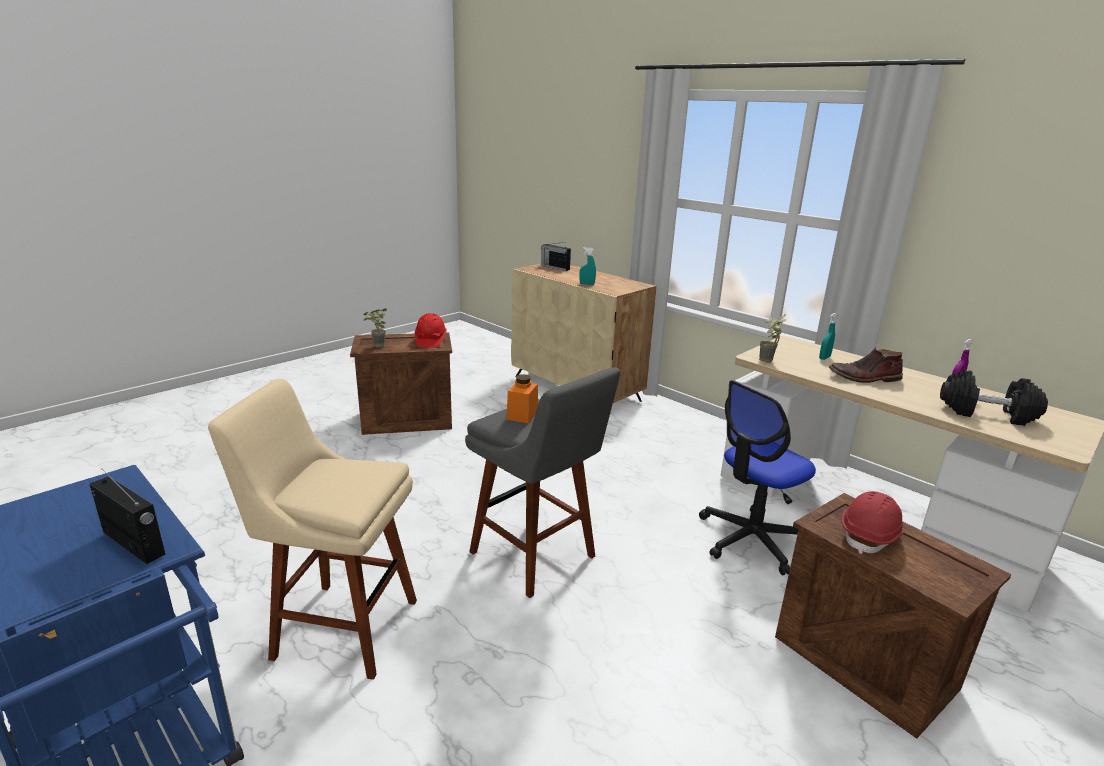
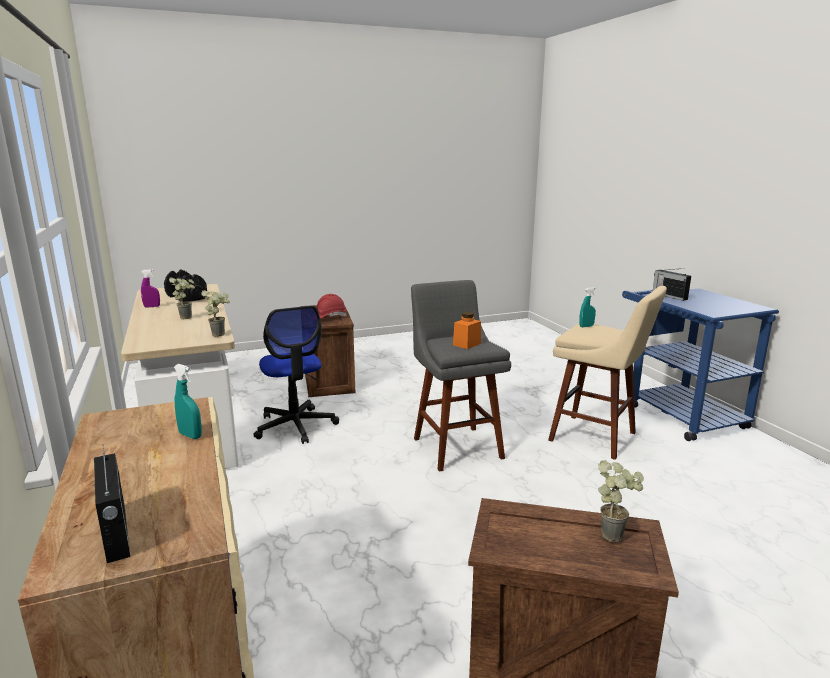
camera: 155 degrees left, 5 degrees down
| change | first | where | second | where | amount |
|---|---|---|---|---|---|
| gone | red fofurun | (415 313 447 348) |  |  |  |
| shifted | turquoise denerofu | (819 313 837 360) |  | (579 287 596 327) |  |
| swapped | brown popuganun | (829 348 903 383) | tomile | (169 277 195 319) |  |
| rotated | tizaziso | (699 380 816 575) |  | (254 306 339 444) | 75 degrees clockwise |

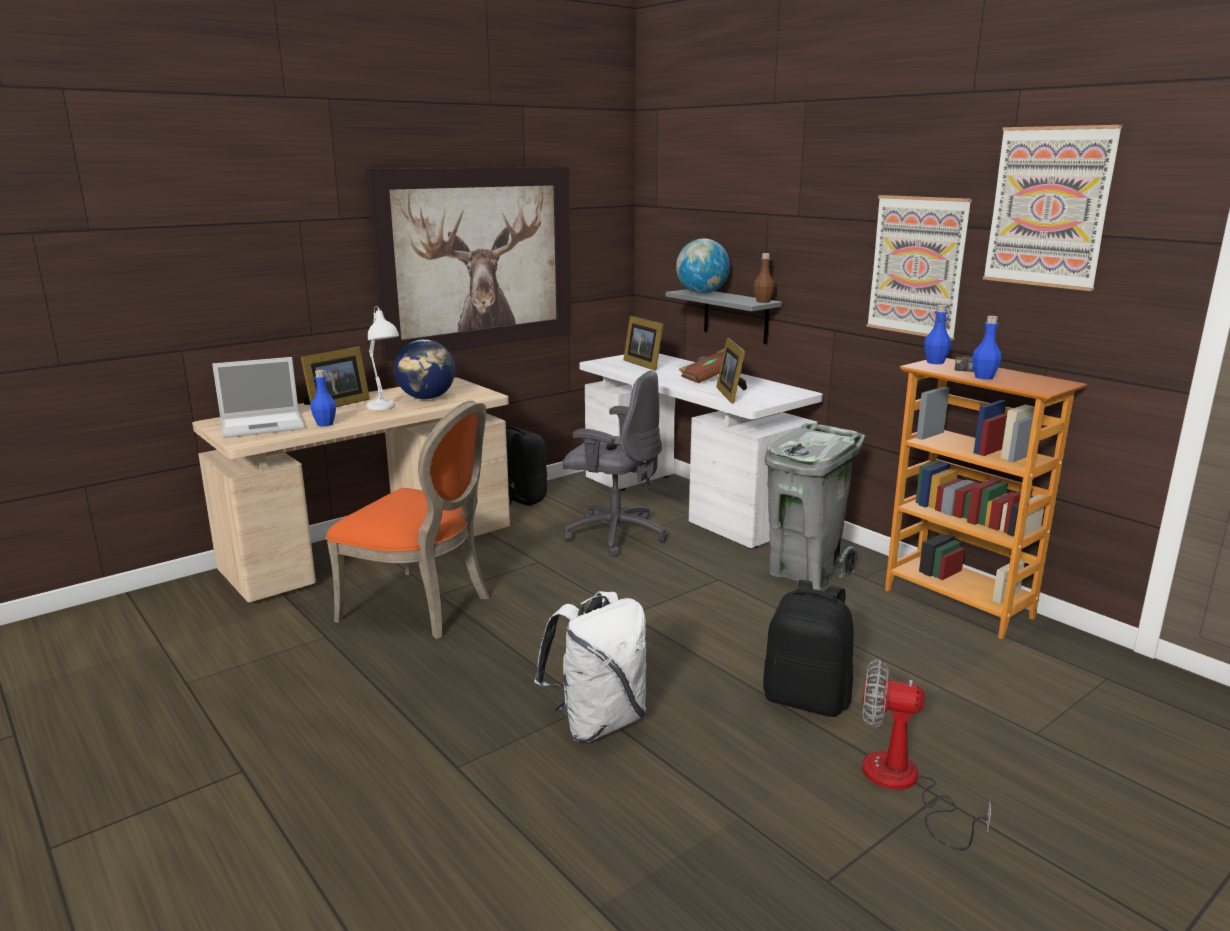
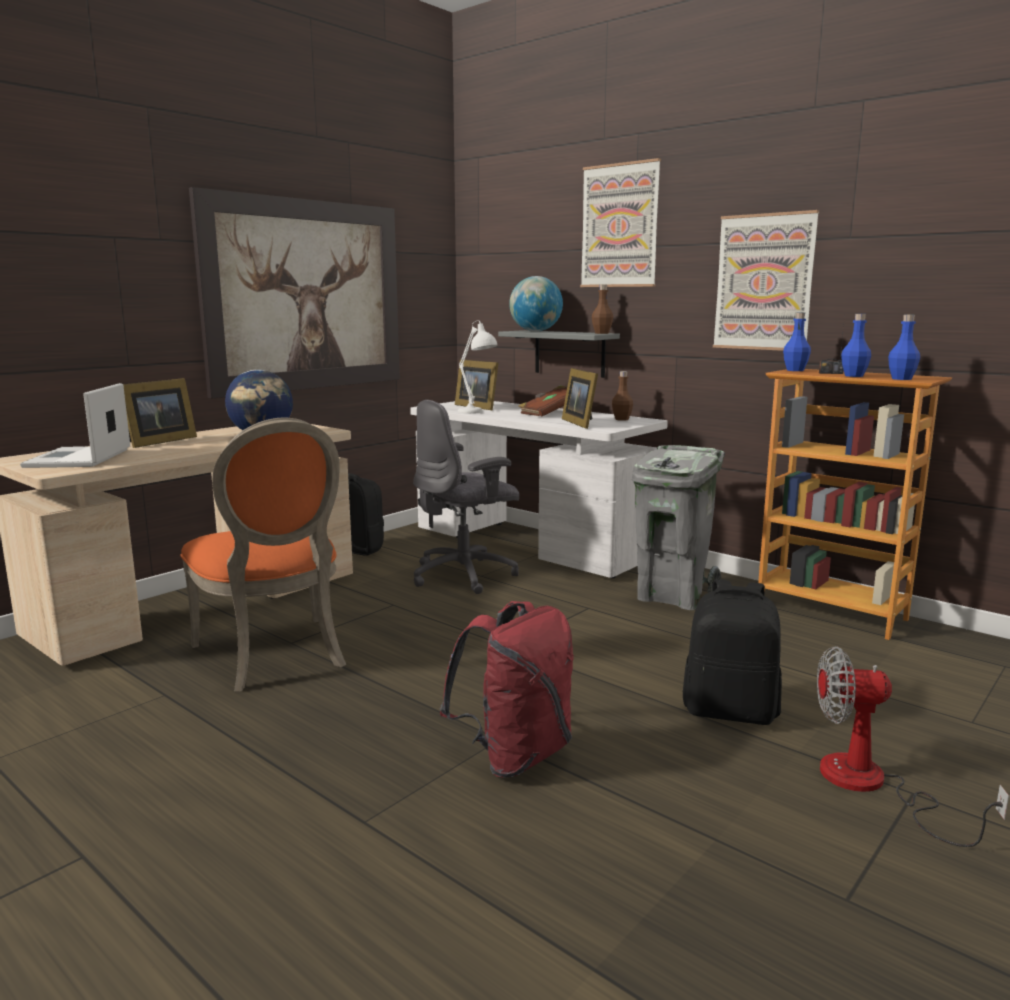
camera: 10 degrees left, 5 degrees down
| change | first | where | second | where | amount |
|---|---|---|---|---|---|
| shifted | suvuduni | (983 125 1123 291) |  | (580 158 661 287) |  |
| shifted | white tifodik | (366 306 399 410) |  | (458 320 497 414) |  |
| rotated | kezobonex | (212 357 305 438) |  | (20 383 130 468) | 120 degrees clockwise |
| shifted | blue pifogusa | (311 370 336 427) |  | (888 314 920 380) |  |
| rotated | grey tizaziso | (562 370 667 557) |  | (413 400 519 594) | 135 degrees clockwise |
| rotated | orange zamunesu | (326 400 489 639) |  | (180 417 346 692) | 45 degrees clockwise |
| repainted | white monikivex | (534 591 646 742) | red monikivex | (439 601 574 778) |  |
| new |  |  | brown pifogusa | (612 371 633 421) |  |

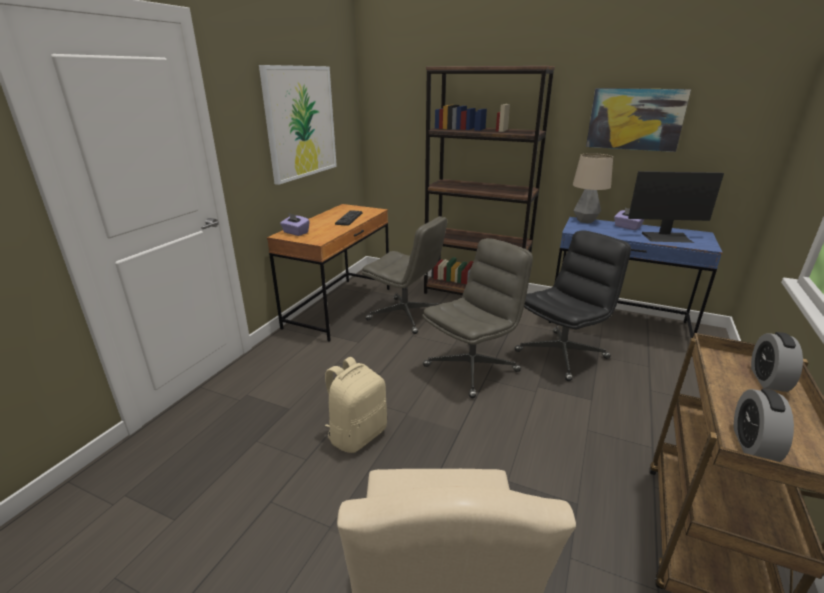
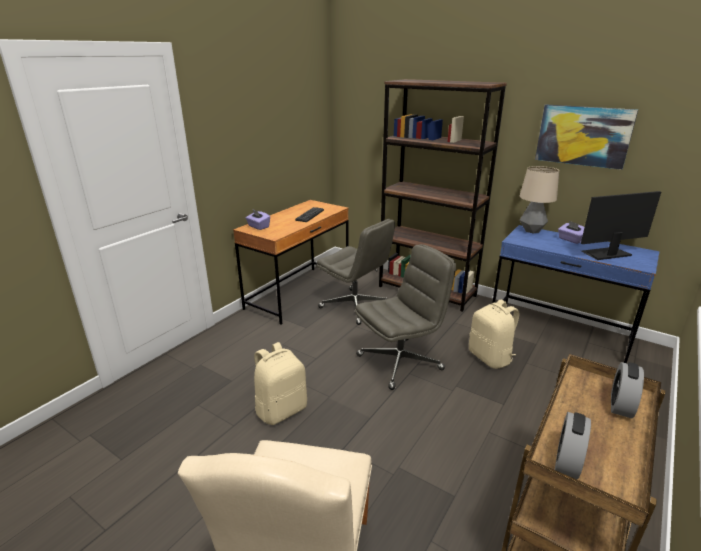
camera: 10 degrees right, 0 degrees up
| change | first | where | second | where | amount |
|---|---|---|---|---|---|
| gone | suvuduni | (259 65 337 185) |  |  |  |
| rotated | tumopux | (628 171 724 243) |  | (581 191 661 260) | 150 degrees clockwise |
| swapped | black tizaziso | (515 231 631 381) | beige monikivex | (469 300 520 369) |  |

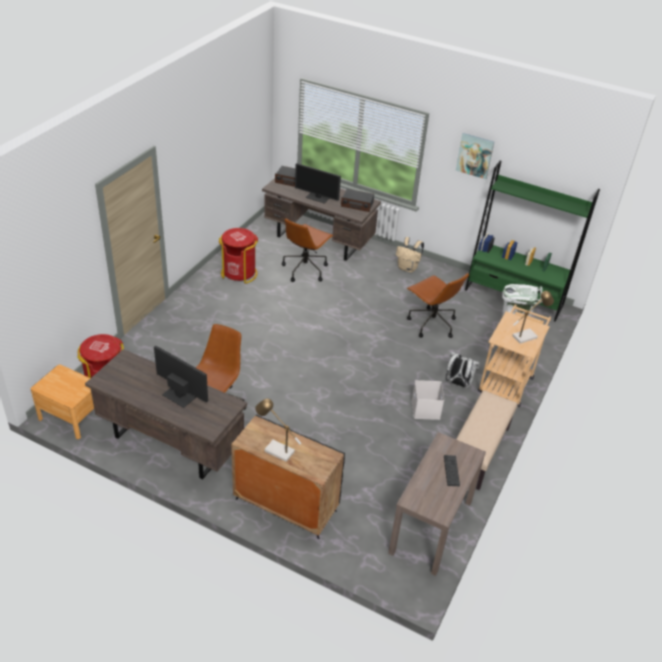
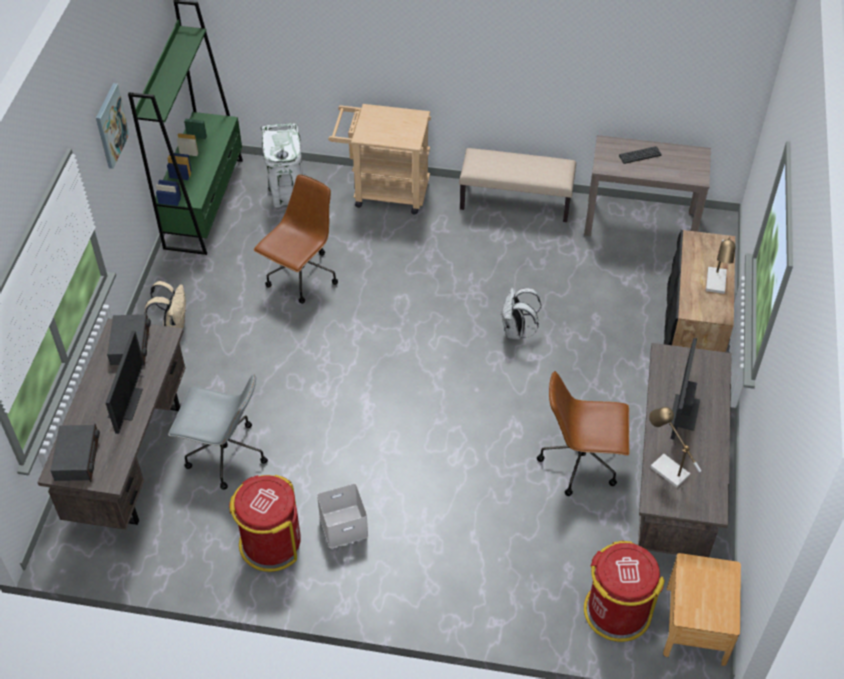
camera: 105 degrees left, 10 degrees up
| change | first | where | second | where | amount |
|---|---|---|---|---|---|
| repainted | brown tizaziso | (282 218 333 282) | grey tizaziso | (168 374 268 490) |  |
| shifted | tifodik | (512 291 554 344) |  | (649 407 702 488) |  |
| shifted | white monikivex | (446 352 480 388) |  | (501 287 541 340) |  |
| shifted | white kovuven | (412 380 444 420) |  | (317 483 369 548) |  |

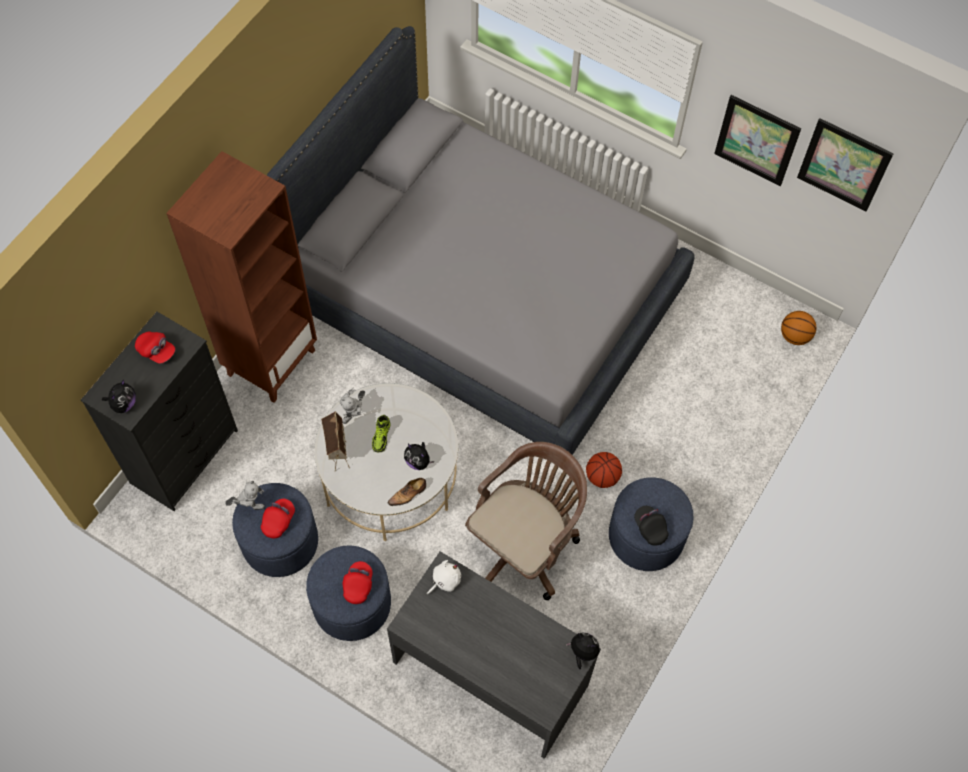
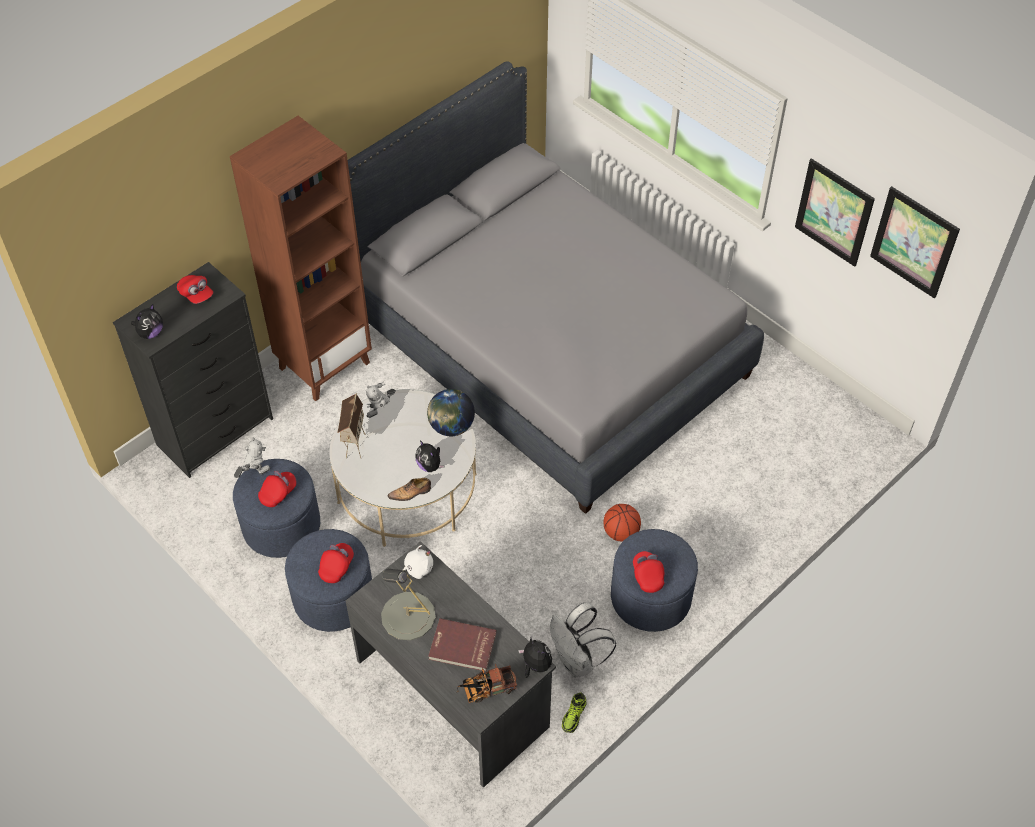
camera: 15 degrees right, 10 degrees down
| change | first | where | second | where | amount |
|---|---|---|---|---|---|
| gone | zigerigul | (781 311 816 345) |  |  |  |
| shifted | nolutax | (372 415 391 452) |  | (562 693 587 733) |  |
| gone | brown tizaziso | (465 442 587 600) |  |  |  |
| rotated | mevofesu | (225 481 265 510) |  | (234 438 270 478) | 45 degrees counterclockwise |
| repainted | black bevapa | (634 506 669 546) | red bevapa | (633 551 665 593) |  |
| new |  |  | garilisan | (427 389 475 436) |  |
| new |  |  | grey tifodik | (381 569 435 640) |  |
| new |  |  | white monikivex | (550 603 616 677) |  |
| new |  |  | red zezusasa | (428 618 497 672) |  |
| new |  |  | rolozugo | (457 663 517 703) |  |

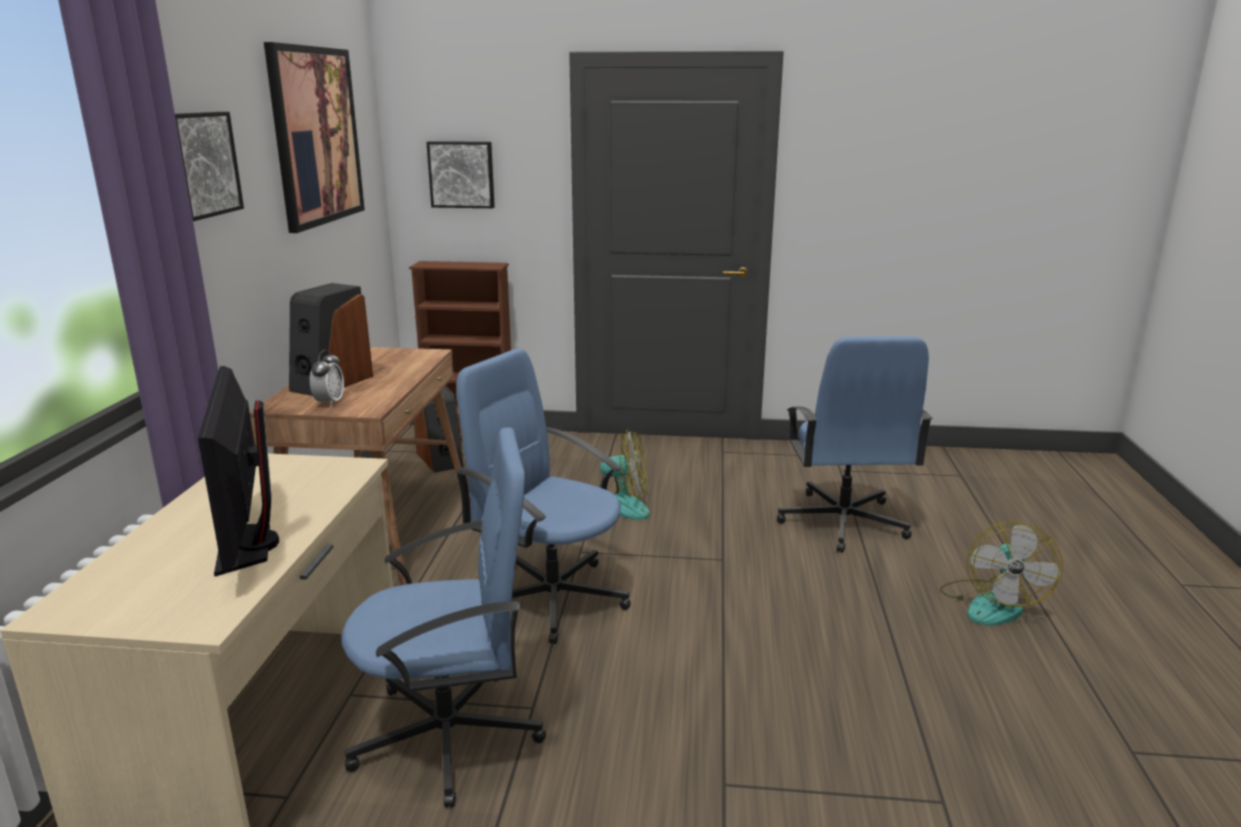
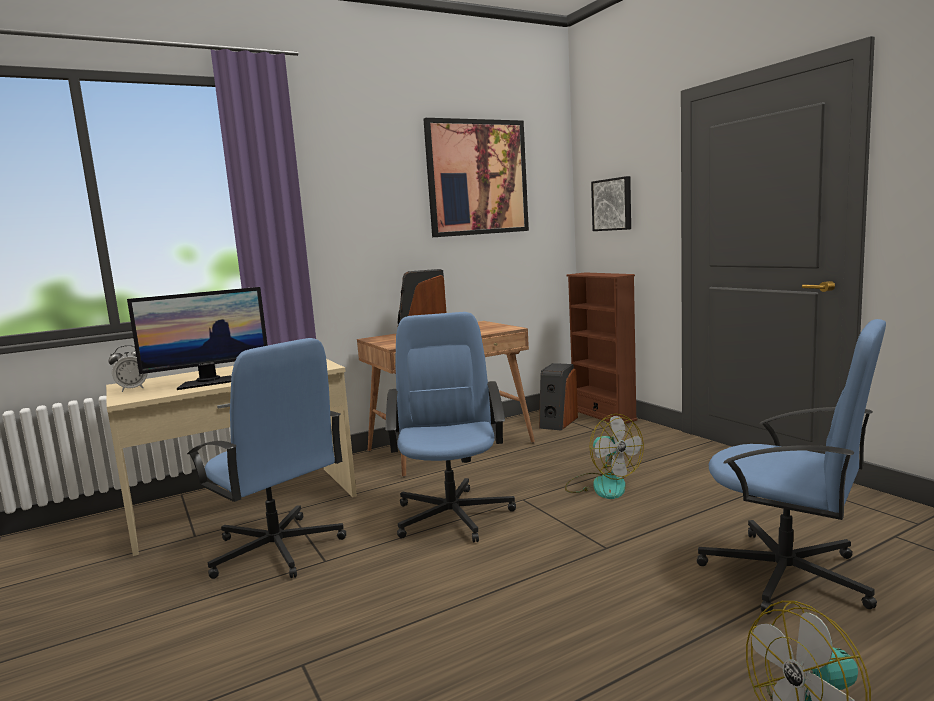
camera: 55 degrees right, 10 degrees down
| change | first | where | second | where | amount |
|---|---|---|---|---|---|
| gone | suvuduni | (175 112 244 221) |  |  |  |
| rotated | blue tizaziso | (777 336 933 553) |  | (697 319 886 615) | 105 degrees counterclockwise |
| shifted | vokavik | (310 350 344 407) |  | (108 345 148 392) |  |
| rotated | tumopux | (198 366 279 576) |  | (127 287 268 390) | 150 degrees counterclockwise |

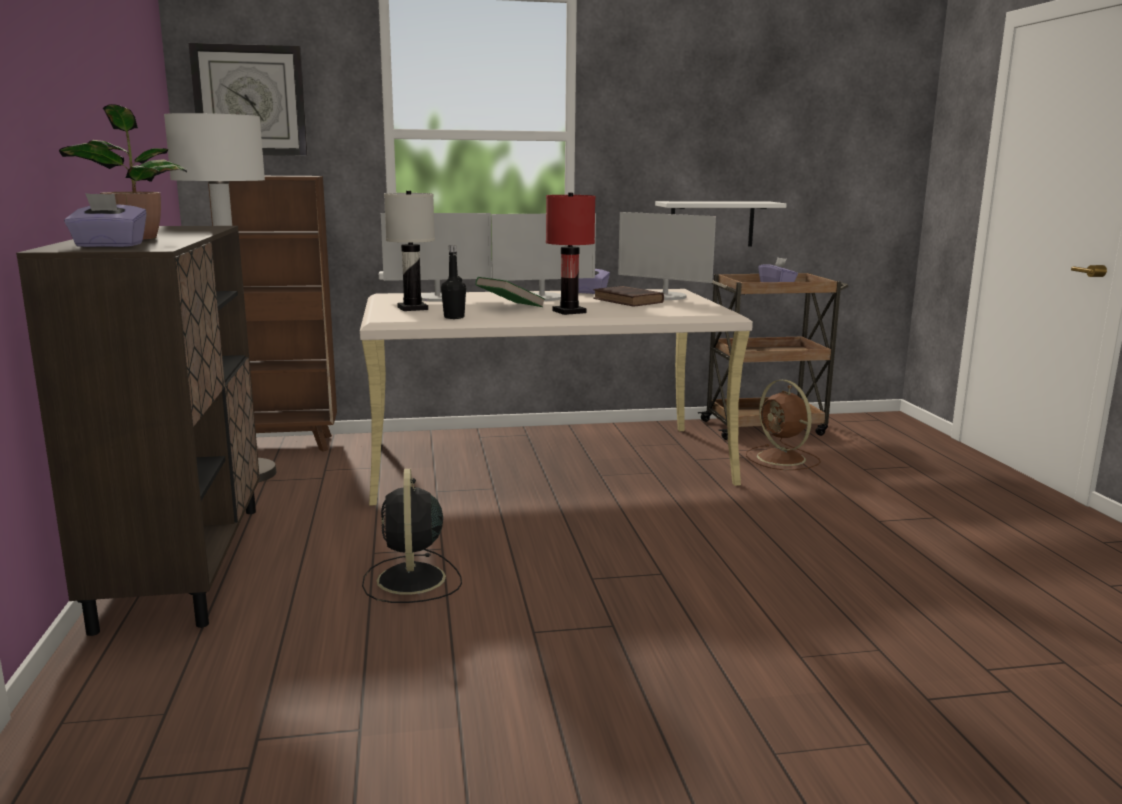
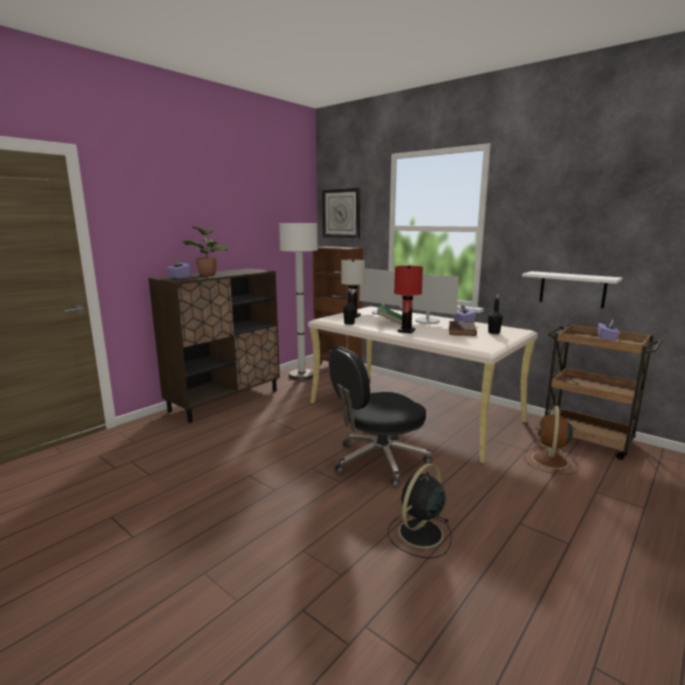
camera: 50 degrees right, 0 degrees up
| change | first | where | second | where | amount |
|---|---|---|---|---|---|
| swapped | tumopux | (618 212 716 300) | black pifogusa | (488 294 503 334) |  |
| shifted | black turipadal | (362 469 462 603) |  | (388 463 451 558) |  |
| new |  |  | black tizaziso | (329 346 432 488) |  |

